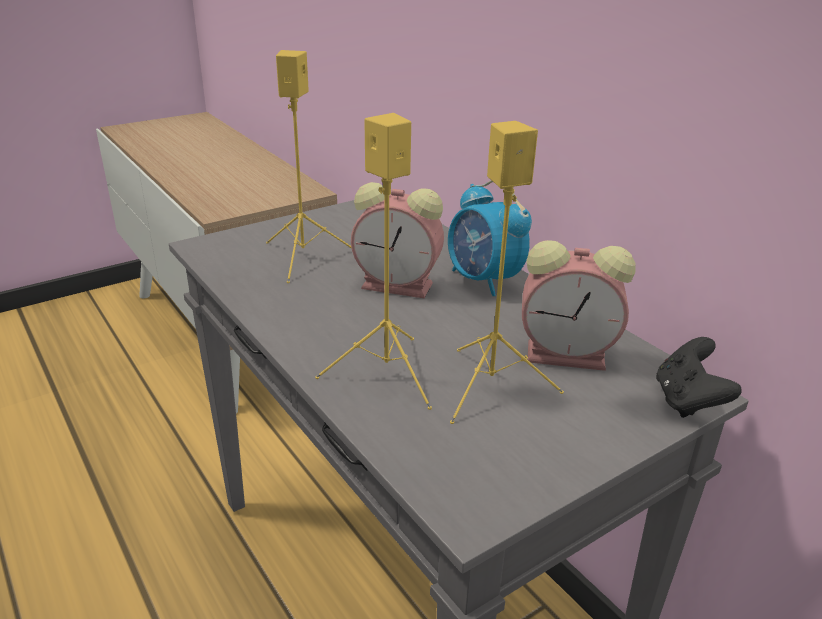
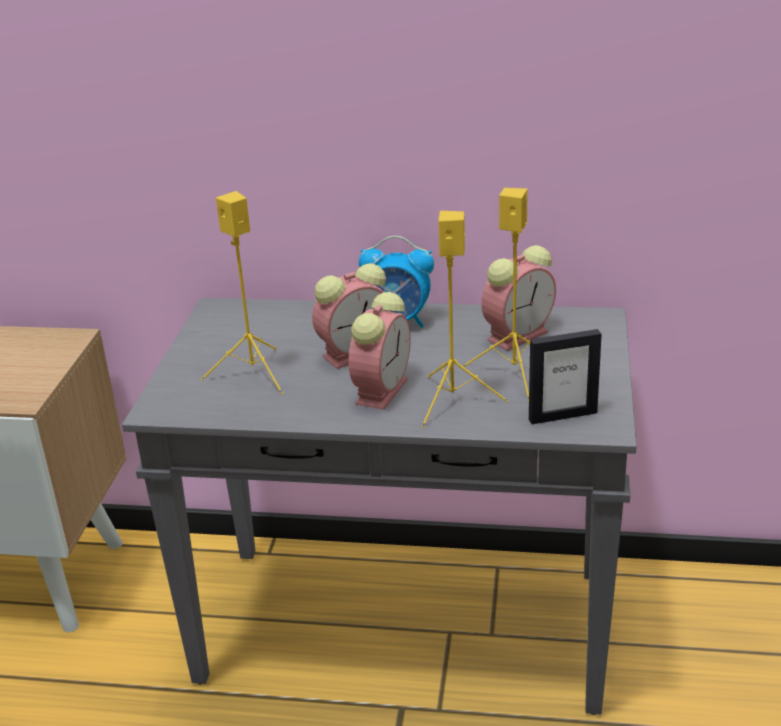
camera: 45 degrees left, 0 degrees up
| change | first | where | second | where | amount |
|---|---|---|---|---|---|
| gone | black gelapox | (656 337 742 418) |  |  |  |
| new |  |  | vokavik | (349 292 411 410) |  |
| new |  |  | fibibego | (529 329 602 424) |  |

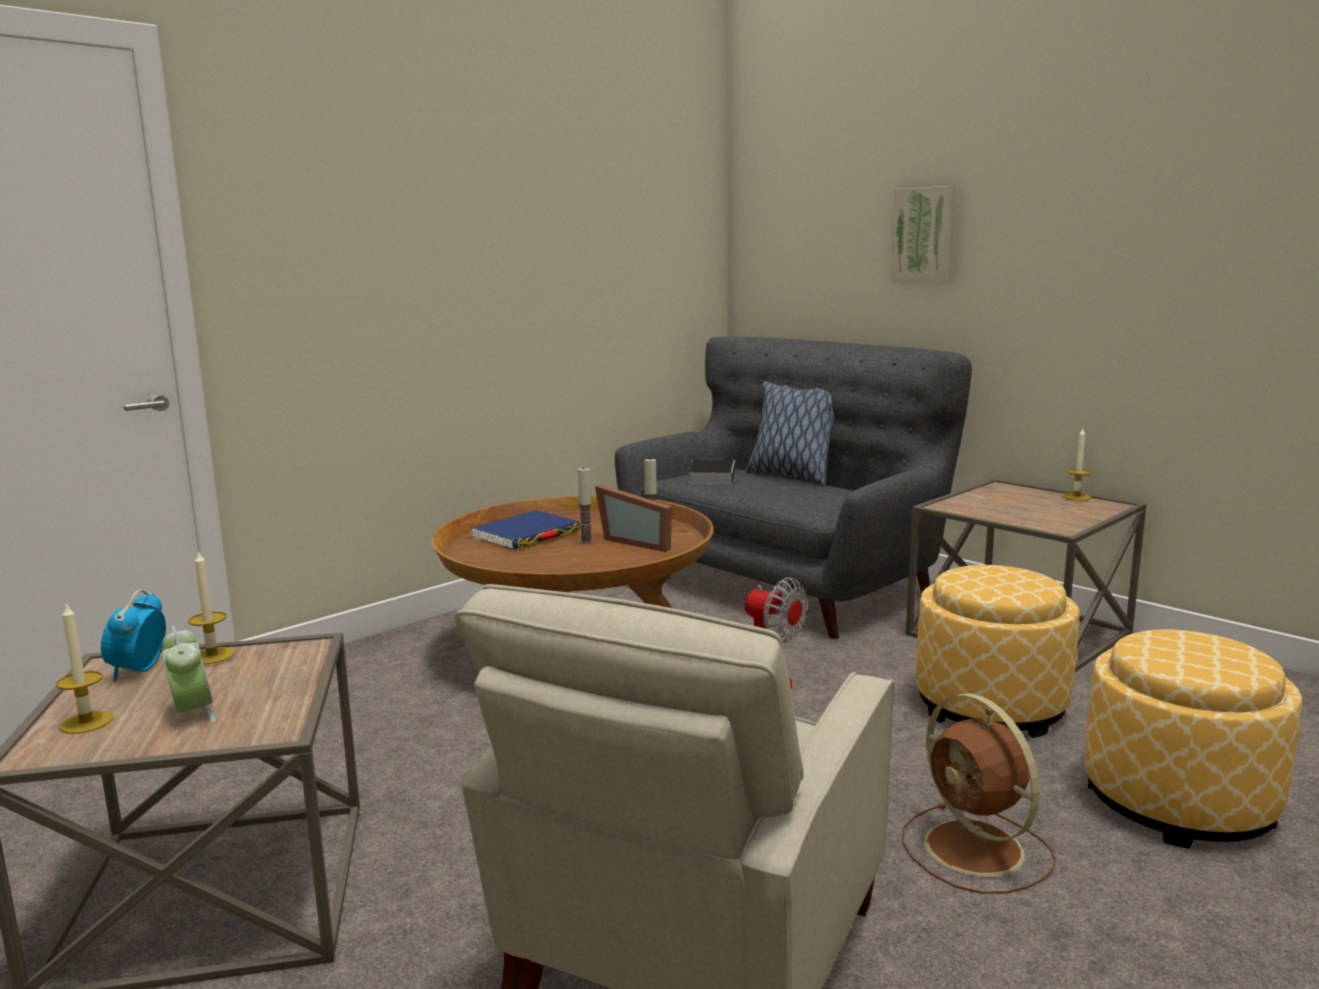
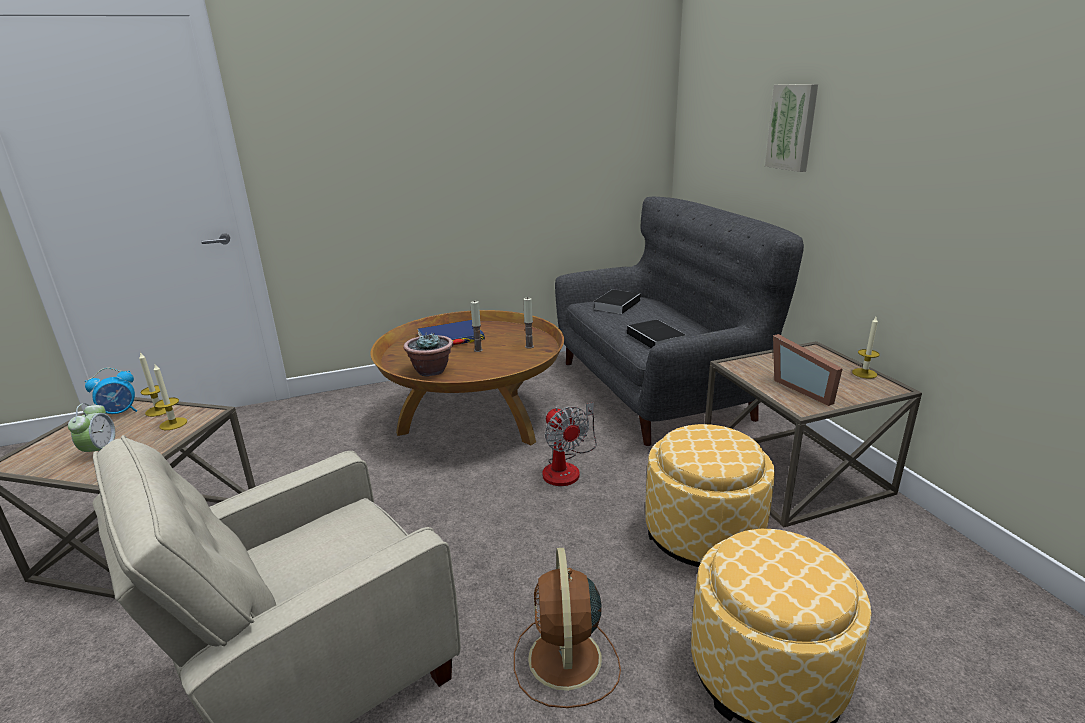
camera: 25 degrees right, 10 degrees up
| change | first | where | second | where | amount |
|---|---|---|---|---|---|
| gone | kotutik | (746 381 834 485) |  |  |  |
| shifted | fibibego | (595 484 672 552) |  | (773 334 843 406) |  |
| rotated | vokavik | (101 590 166 681) |  | (85 368 137 414) | 150 degrees counterclockwise |
| shifted | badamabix | (56 603 113 734) |  | (154 364 187 430) |  |
| new |  |  | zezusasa | (627 320 686 348) |  |
| new |  |  | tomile | (403 332 453 377) |  |

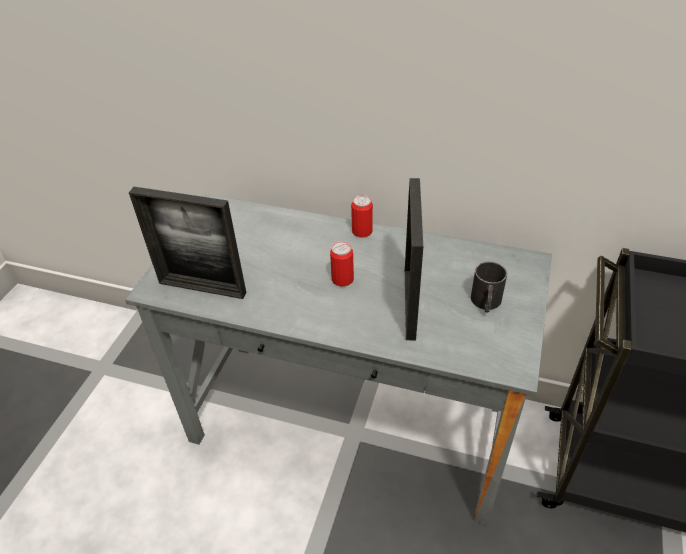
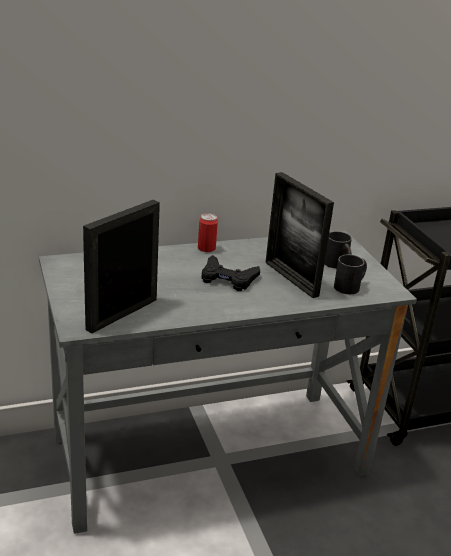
camera: 40 degrees left, 15 degrees down
| change | first | where | second | where | amount |
|---|---|---|---|---|---|
| rotated | fibibego | (129 187 246 299) |  | (83 200 160 333) | 150 degrees clockwise |
| swapped | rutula | (330 241 354 286) | black gelapox | (201 255 260 291) |  |
| new |  |  | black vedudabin | (334 254 367 294) |  |

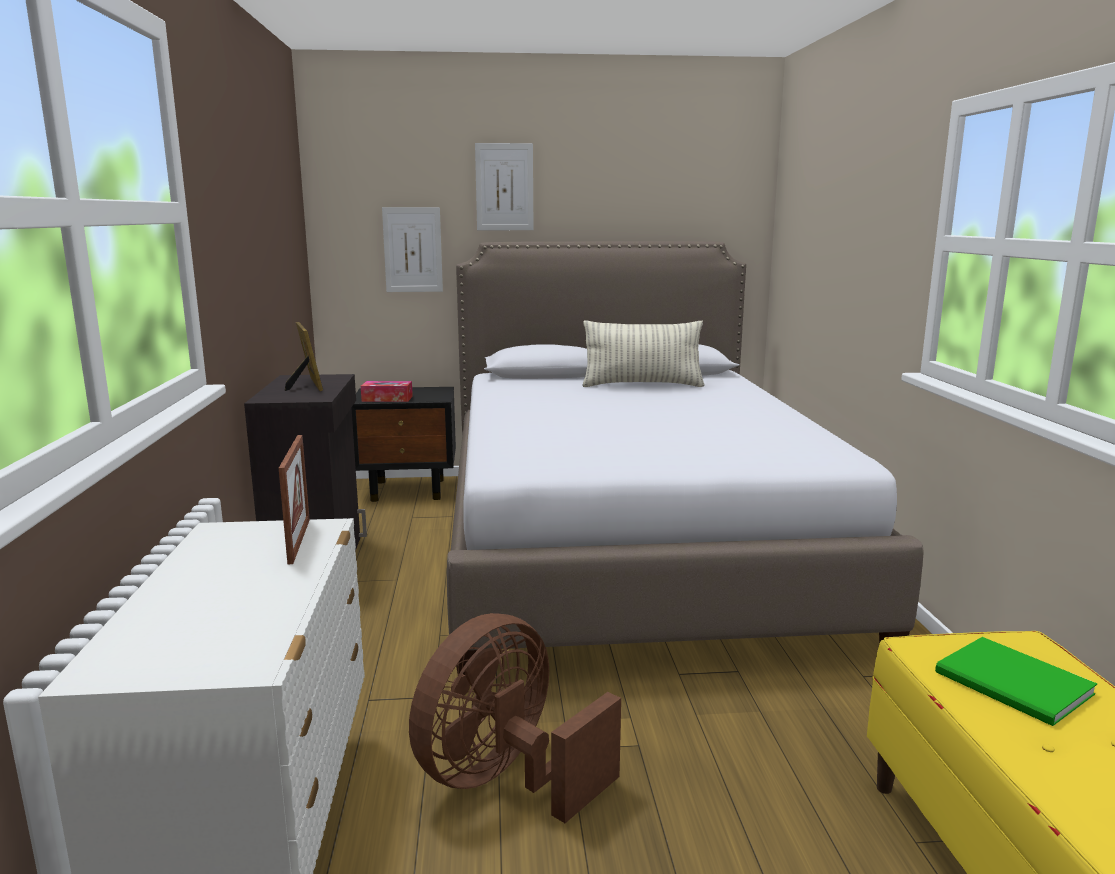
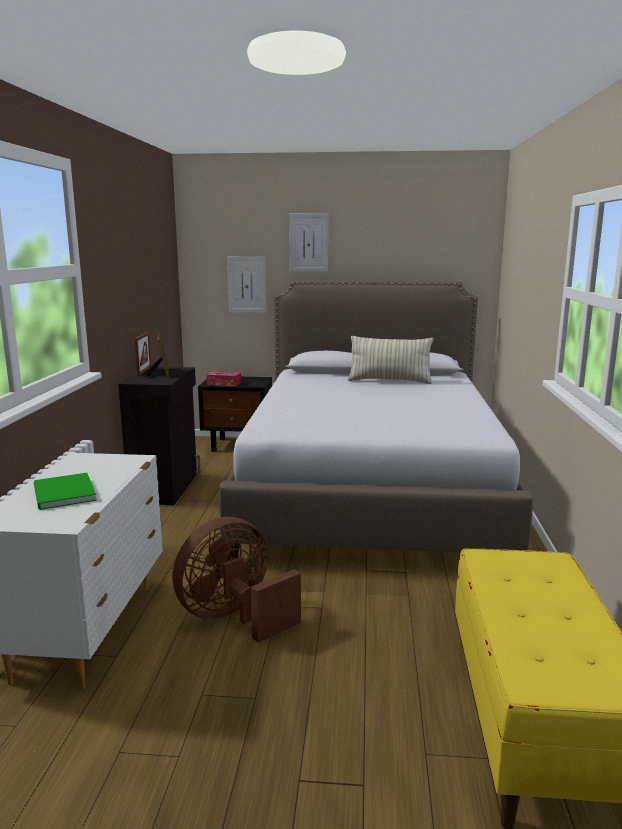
camera: 10 degrees right, 0 degrees up
| change | first | where | second | where | amount |
|---|---|---|---|---|---|
| shifted | fibibego | (279 435 310 564) |  | (135 332 151 376) |  |
| shifted | green zezusasa | (935 637 1097 726) |  | (34 473 97 510) |  |

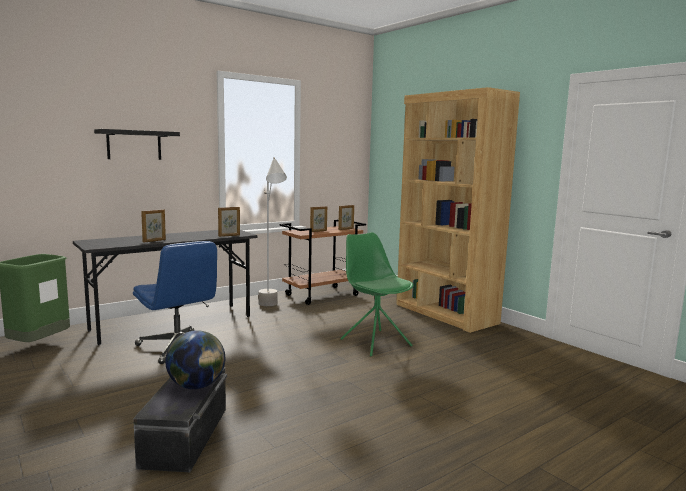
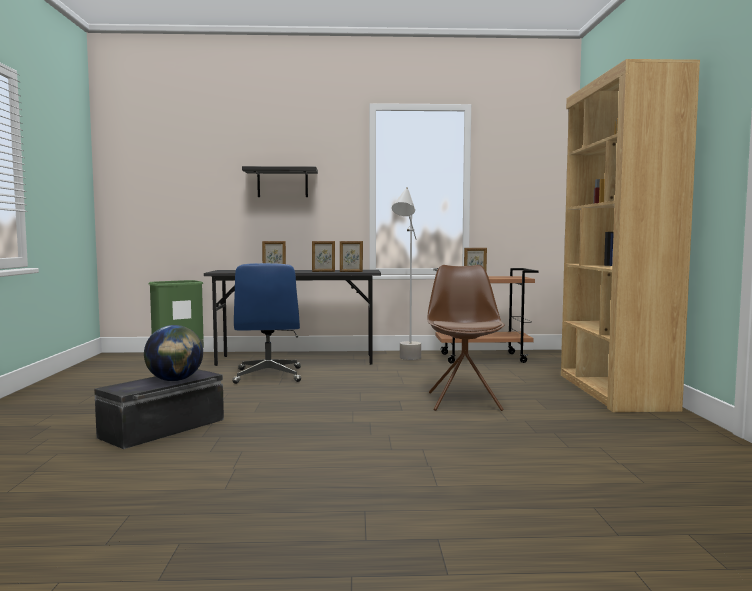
camera: 35 degrees right, 5 degrees down
| change | first | where | second | where | amount |
|---|---|---|---|---|---|
| shifted | fibibego | (338 205 354 230) |  | (312 241 335 272) |  |
| repainted | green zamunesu | (340 232 413 356) | brown zamunesu | (427 265 505 411) |  |

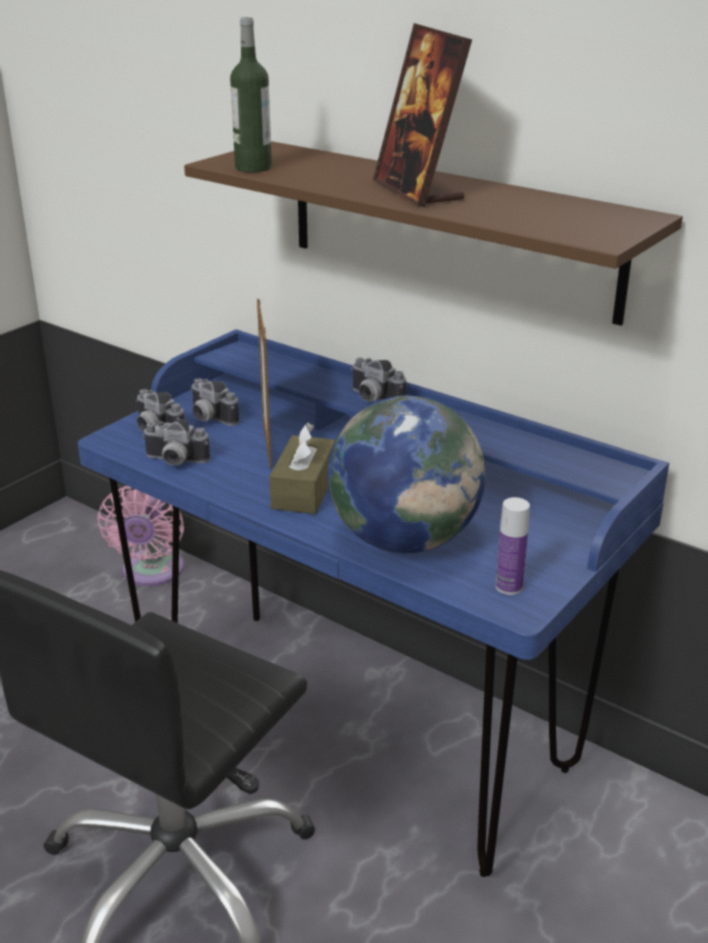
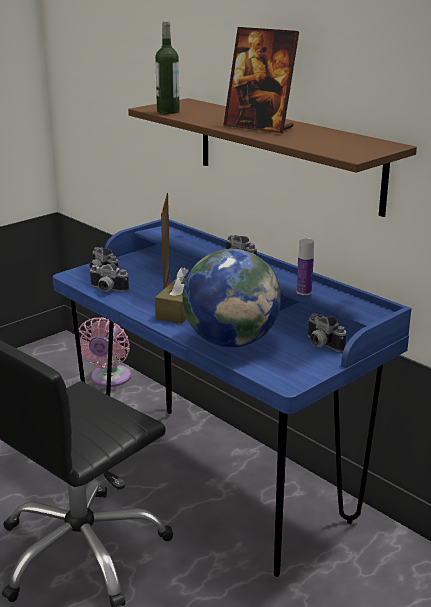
camera: 10 degrees right, 5 degrees down
| change | first | where | second | where | amount |
|---|---|---|---|---|---|
| rotated | fibibego | (373 23 472 207) |  | (223 27 299 134) | 45 degrees counterclockwise |
| shifted | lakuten | (191 378 239 426) |  | (307 313 346 352) |  |
| shifted | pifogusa | (496 497 530 595) |  | (297 239 314 295) |  |

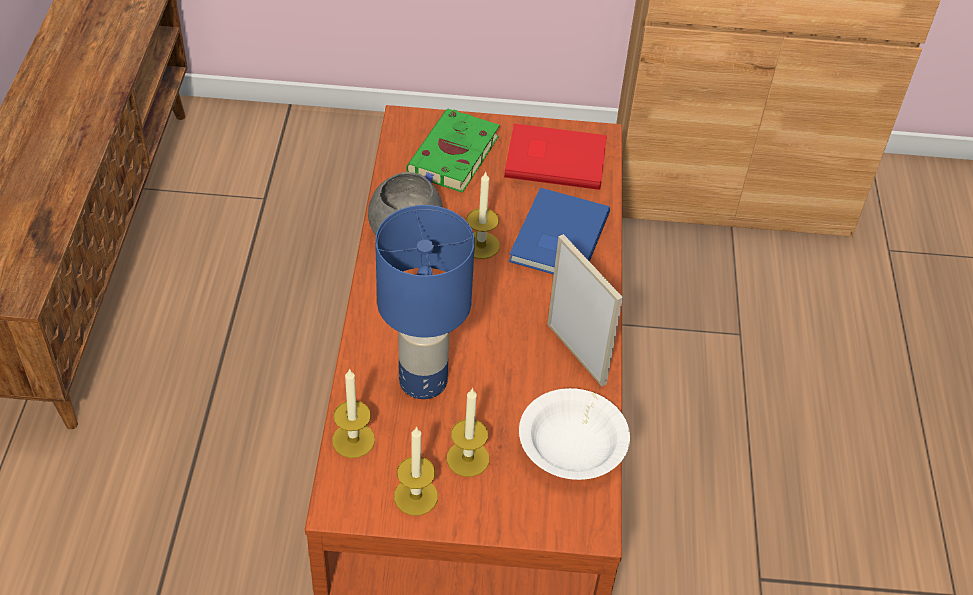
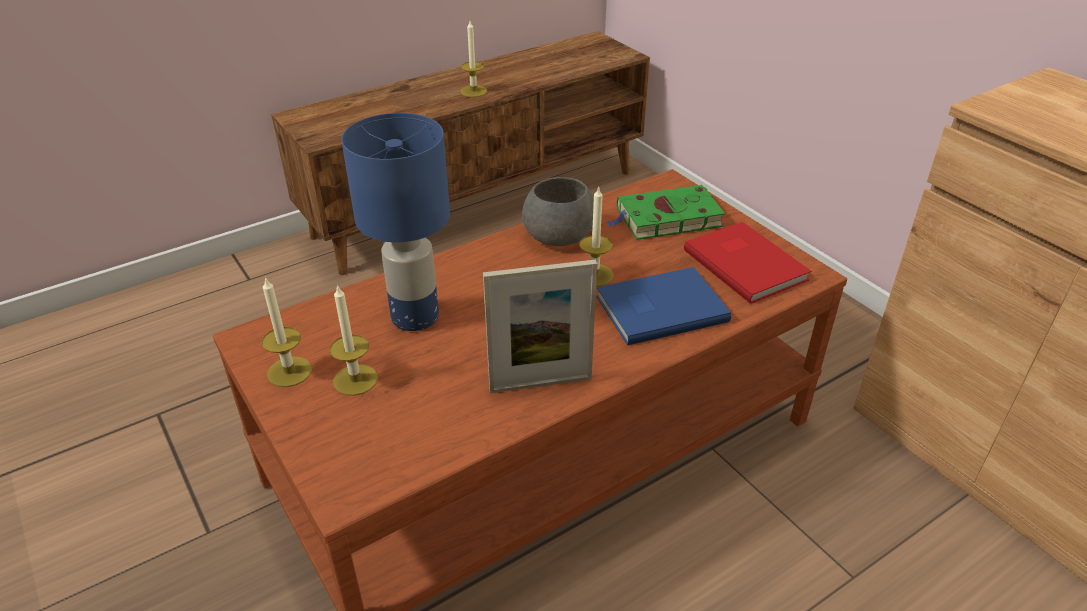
camera: 55 degrees right, 10 degrees down
| change | first | where | second | where | amount |
|---|---|---|---|---|---|
| rotated | fibibego | (547 234 623 387) |  | (483 259 597 393) | 60 degrees clockwise |
| shifted | badamabix | (332 368 375 458) |  | (460 21 487 97) |  |
| gone | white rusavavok | (519 388 630 480) |  |  |  |

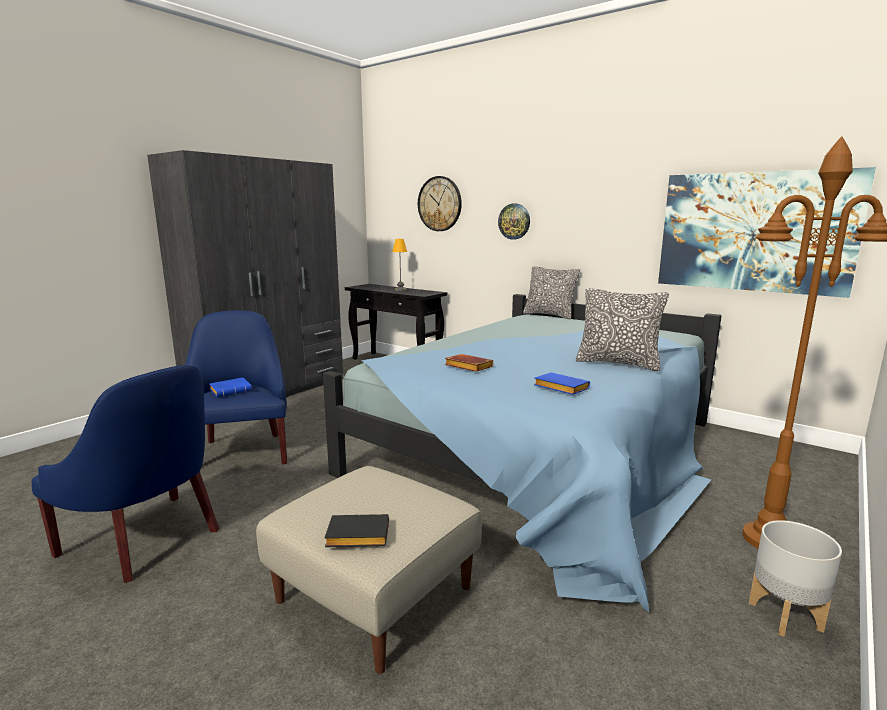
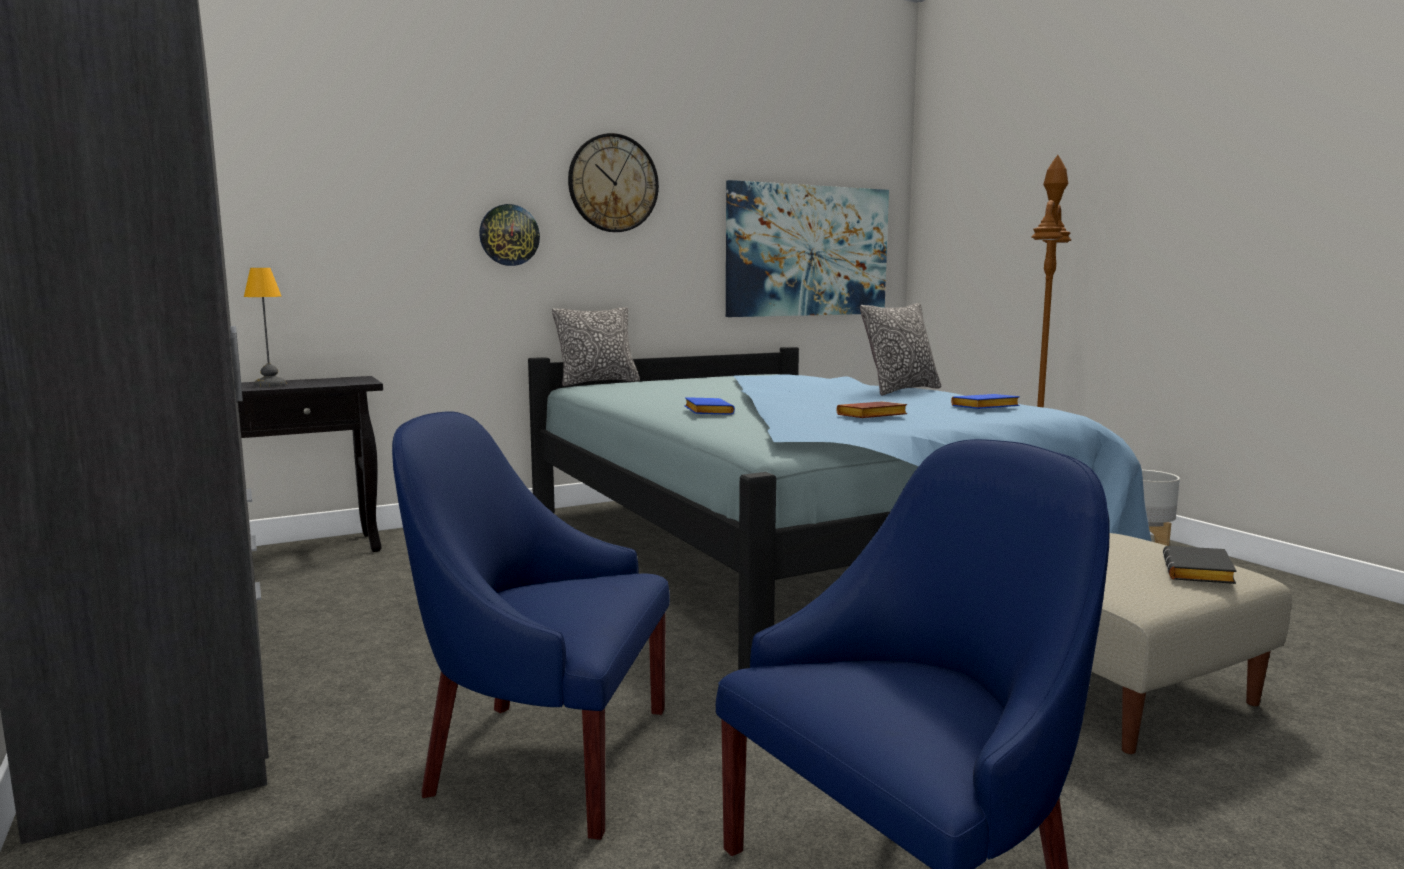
camera: 65 degrees left, 5 degrees down
| change | first | where | second | where | amount |
|---|---|---|---|---|---|
| shifted | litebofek | (418 176 462 231) |  | (568 133 659 232) |  |
| shifted | blue zezusasa | (209 377 252 397) |  | (685 397 735 415) |  |

